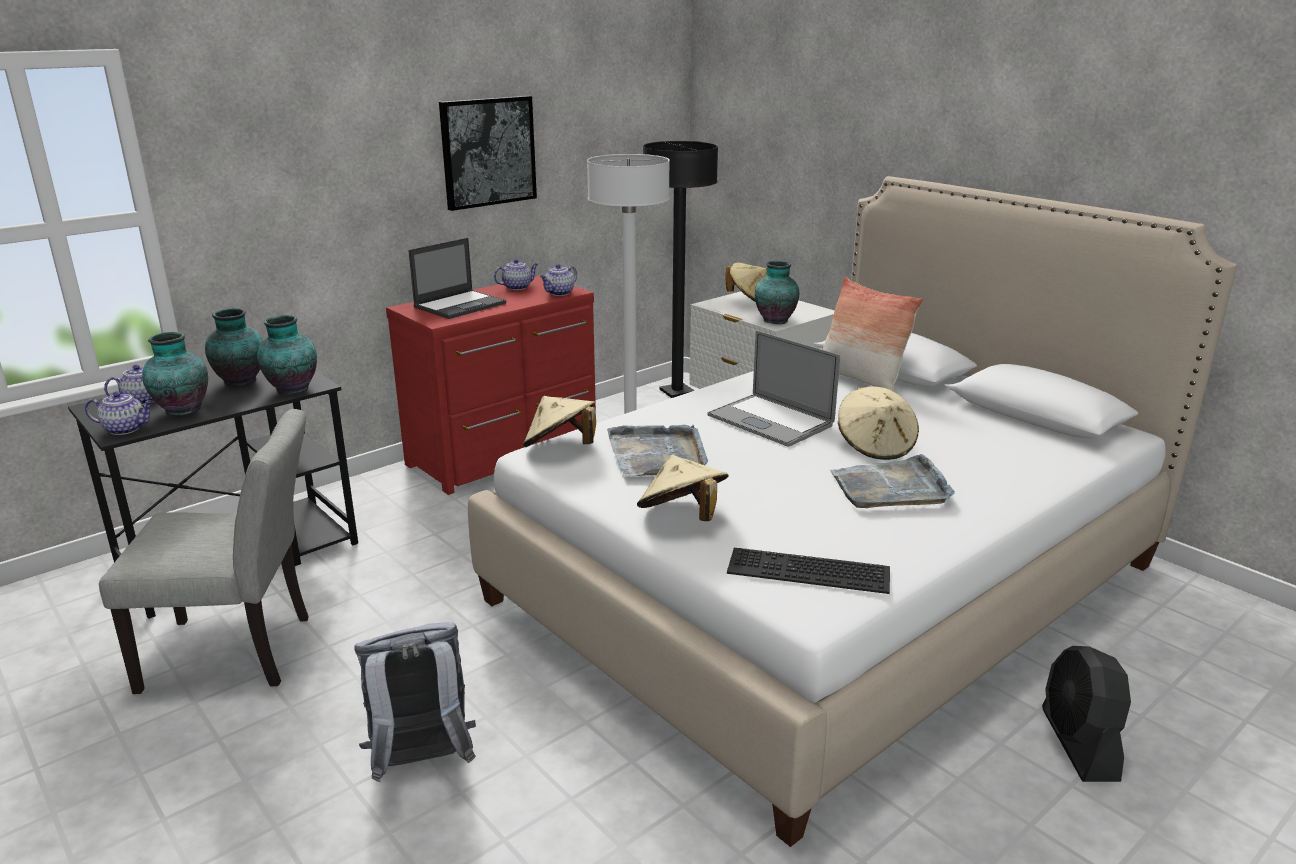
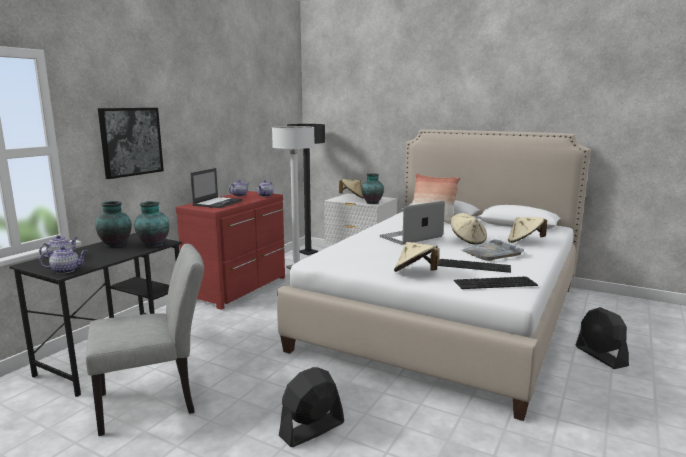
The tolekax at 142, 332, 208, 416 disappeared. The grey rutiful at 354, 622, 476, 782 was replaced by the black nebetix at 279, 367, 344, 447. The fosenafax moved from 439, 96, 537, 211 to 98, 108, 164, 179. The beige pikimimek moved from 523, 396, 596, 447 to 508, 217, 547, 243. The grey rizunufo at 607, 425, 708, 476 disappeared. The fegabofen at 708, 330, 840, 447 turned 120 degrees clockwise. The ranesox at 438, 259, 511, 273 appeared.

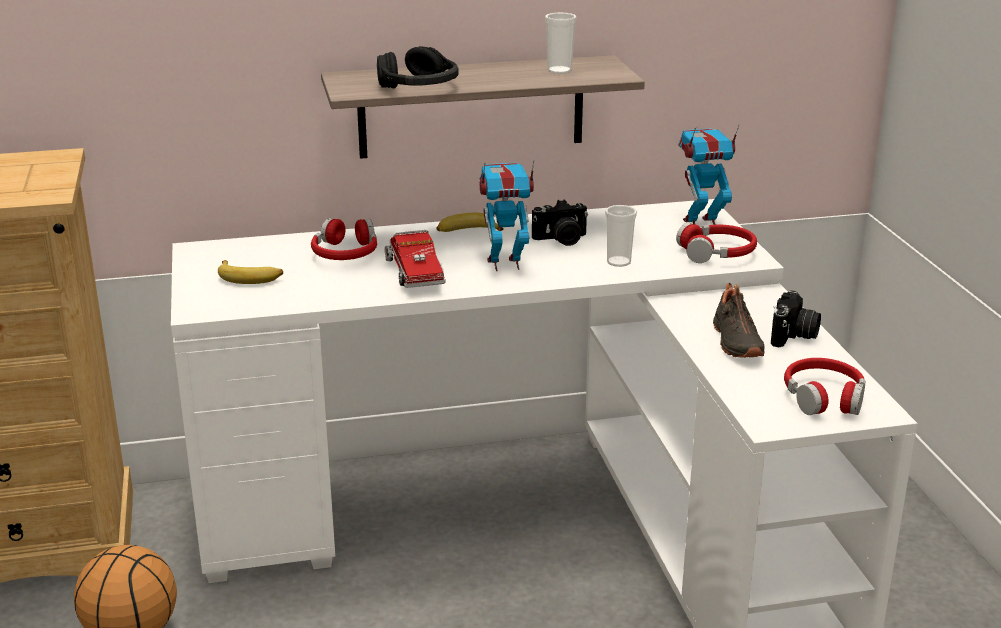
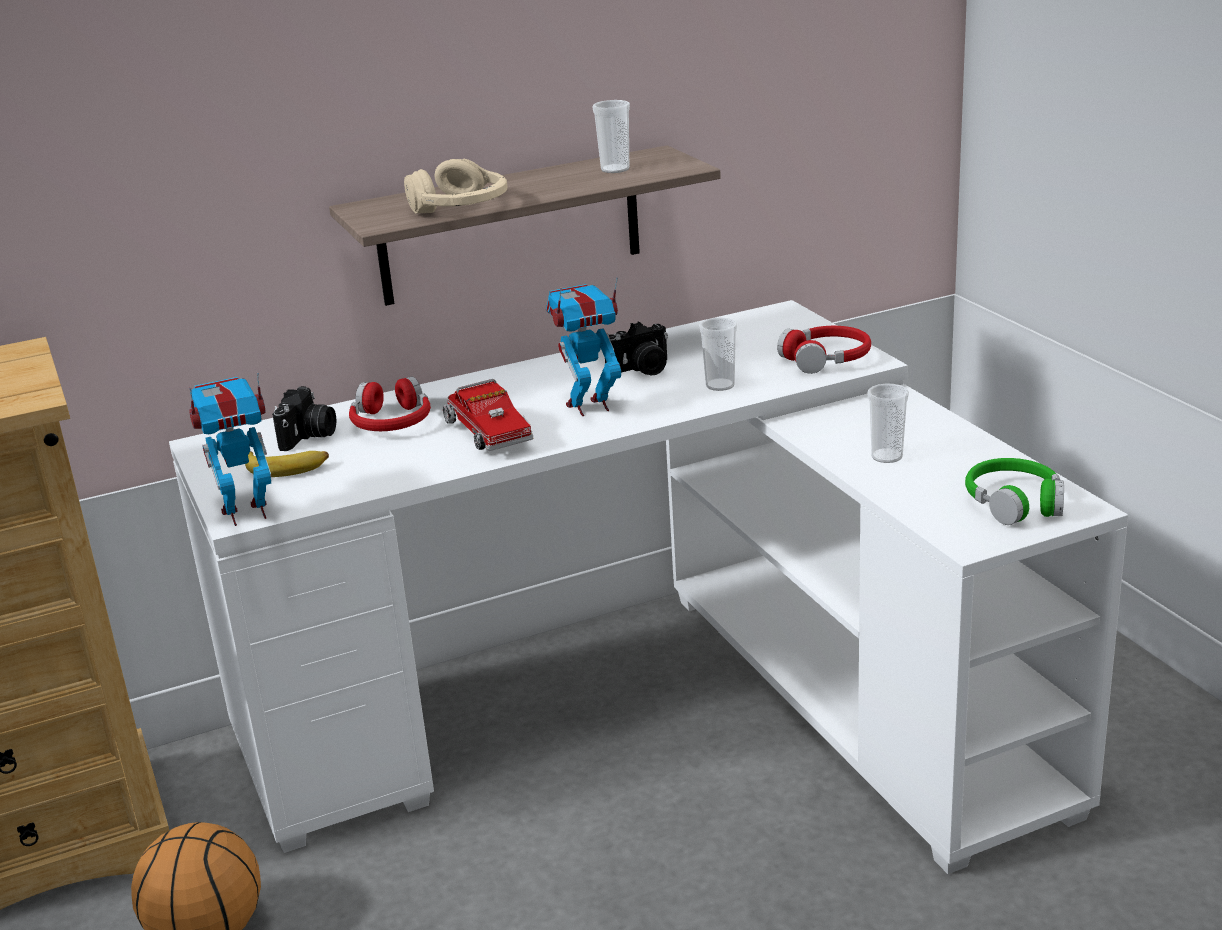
The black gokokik at 377, 46, 459, 88 became the beige gokokik at 404, 159, 507, 214. The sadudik at 436, 213, 504, 232 disappeared. The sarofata moved from 678, 124, 740, 225 to 189, 373, 271, 526. The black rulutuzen at 713, 283, 765, 357 was replaced by the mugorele at 867, 384, 909, 463. The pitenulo moved from 771, 290, 821, 347 to 272, 386, 336, 451. The red gokokik at 784, 358, 865, 415 became the green gokokik at 965, 458, 1064, 525.

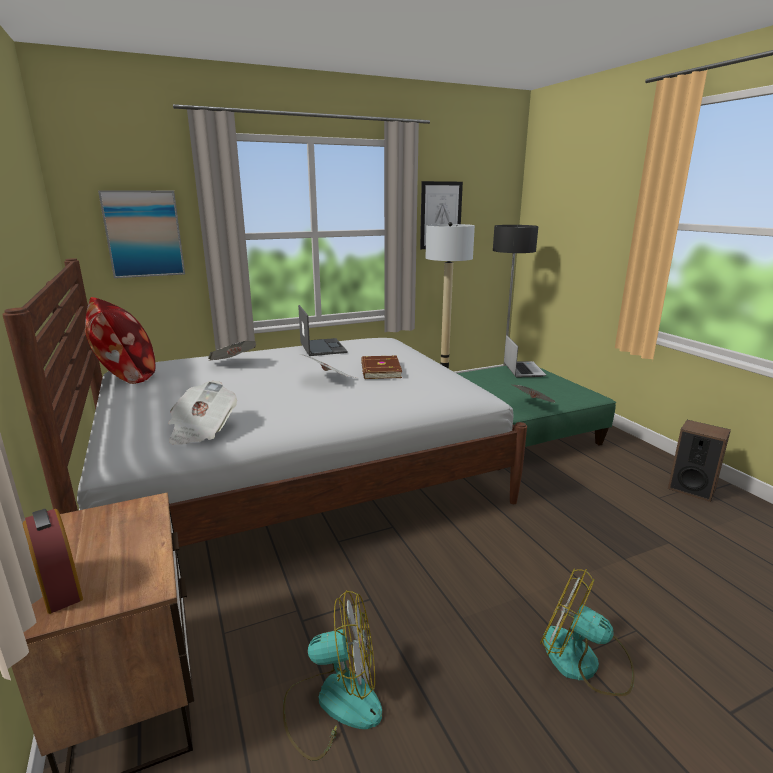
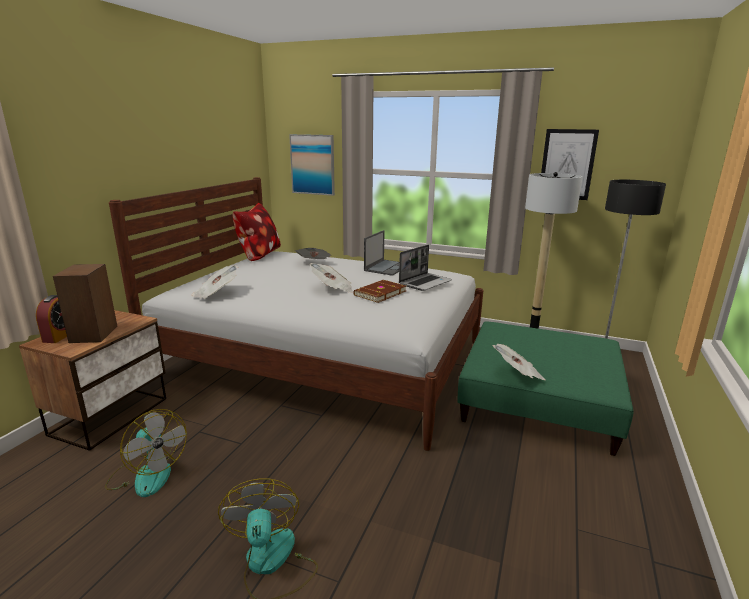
The fegabofen moved from 504, 335, 546, 377 to 399, 245, 452, 291. The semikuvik moved from 668, 420, 731, 502 to 53, 264, 117, 343.

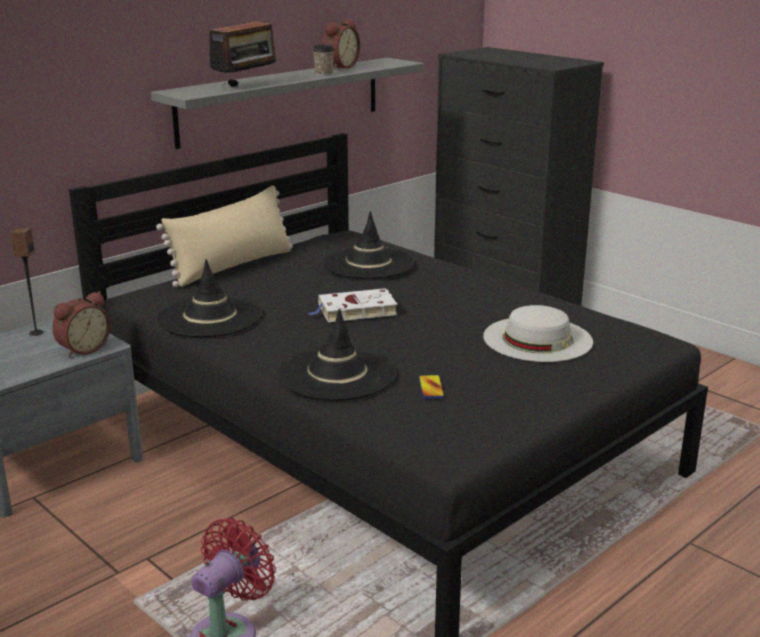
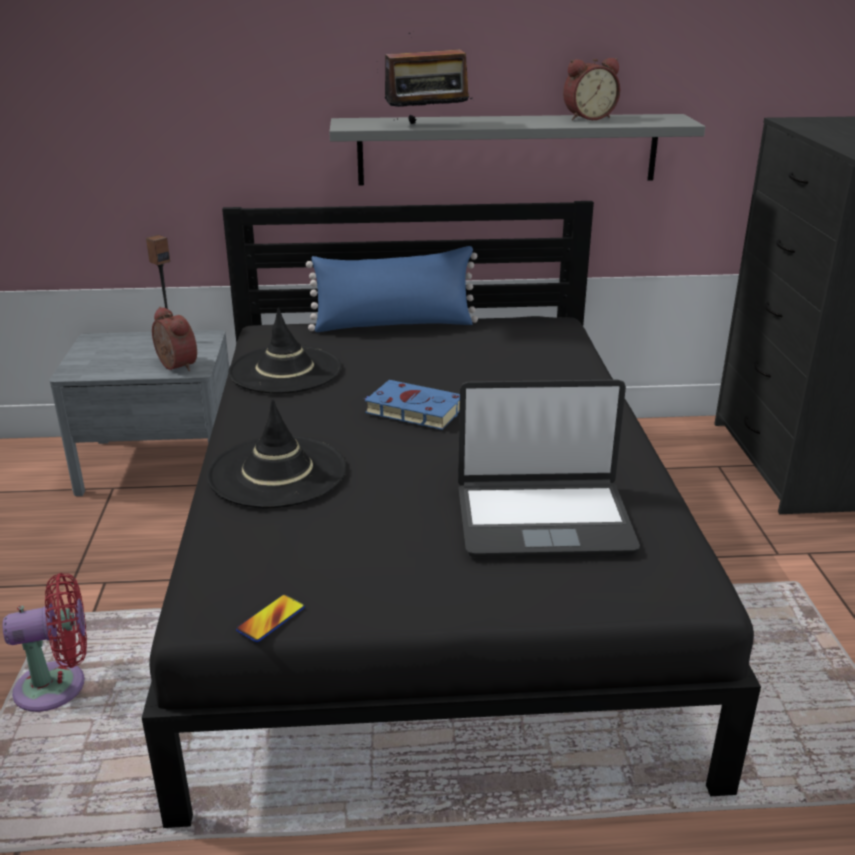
The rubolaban at 52, 291, 111, 358 turned 120 degrees counterclockwise. The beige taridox at 156, 186, 293, 287 became the blue taridox at 306, 246, 478, 332. The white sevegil at 309, 288, 398, 322 became the blue sevegil at 365, 380, 460, 430. The mugorele at 313, 44, 335, 76 disappeared. The black pikimimek at 323, 211, 414, 279 disappeared. The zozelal moved from 418, 375, 444, 398 to 236, 594, 305, 642. The white pikimimek at 483, 305, 593, 362 was replaced by the fegabofen at 458, 379, 640, 557.

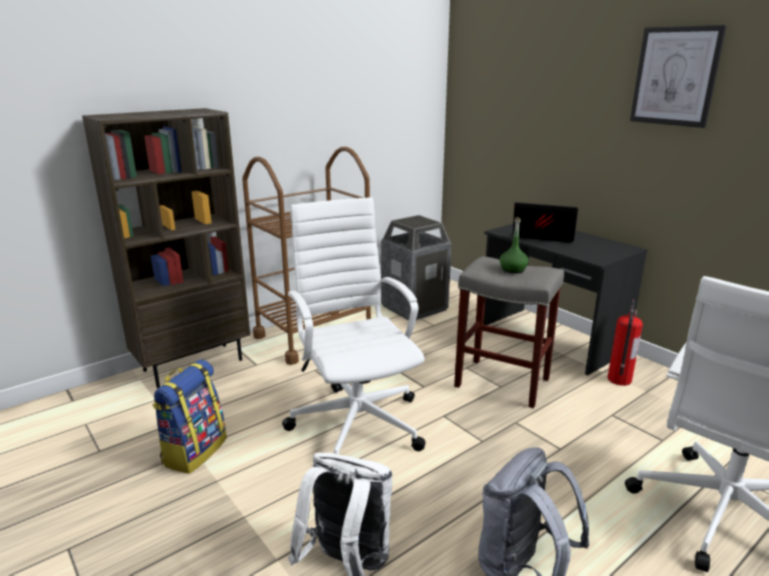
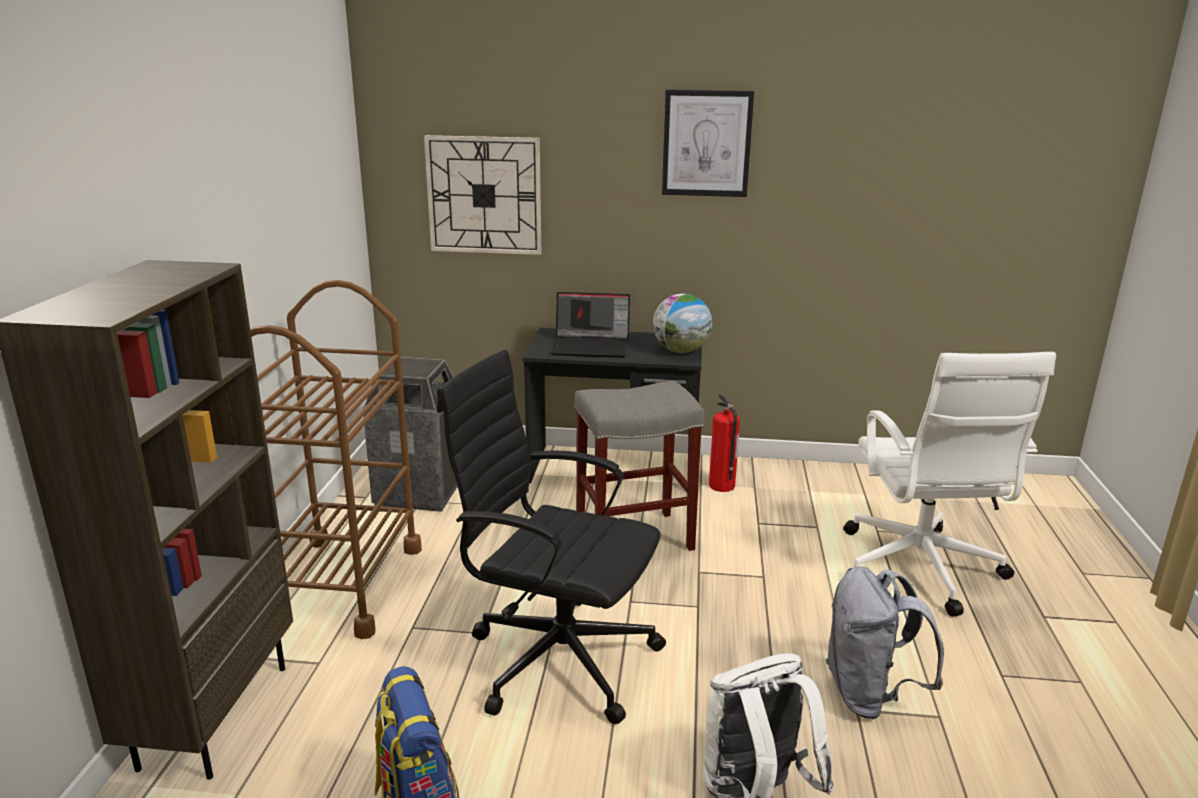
The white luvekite at 282, 197, 425, 455 became the black luvekite at 437, 349, 666, 724. The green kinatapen at 500, 217, 529, 273 disappeared. The fegabofen at 513, 202, 578, 242 turned 150 degrees counterclockwise. The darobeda at 424, 135, 541, 255 appeared. The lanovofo at 653, 294, 712, 353 appeared.

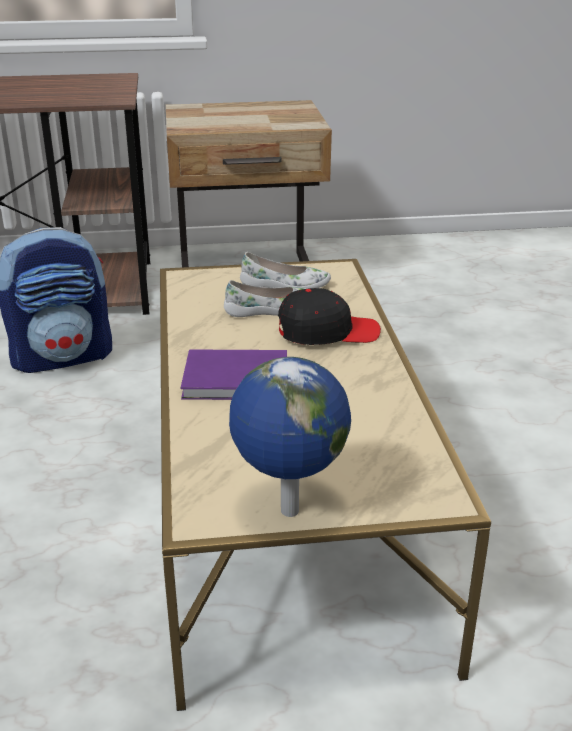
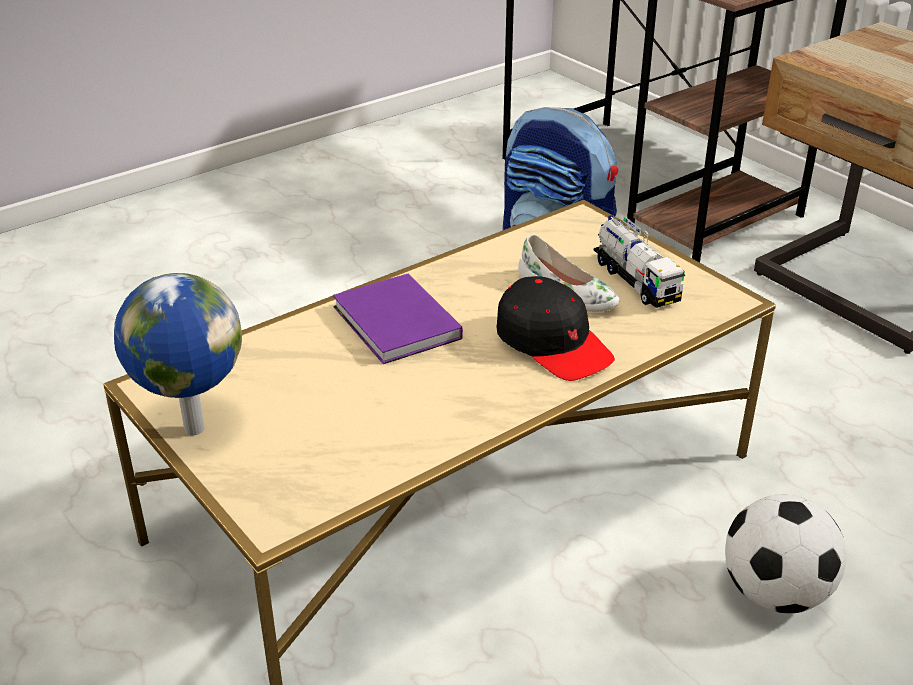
The white rulutuzen at 240, 252, 331, 289 was replaced by the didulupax at 594, 215, 685, 308. The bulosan at 725, 495, 846, 613 appeared.

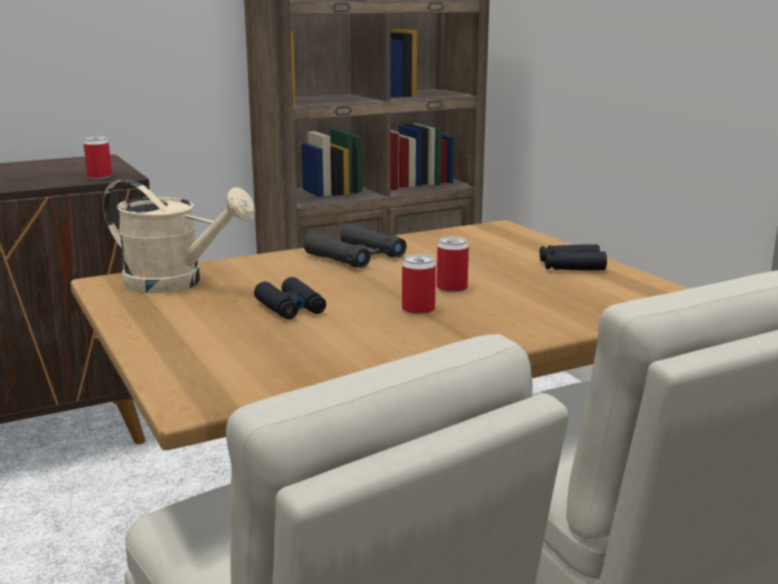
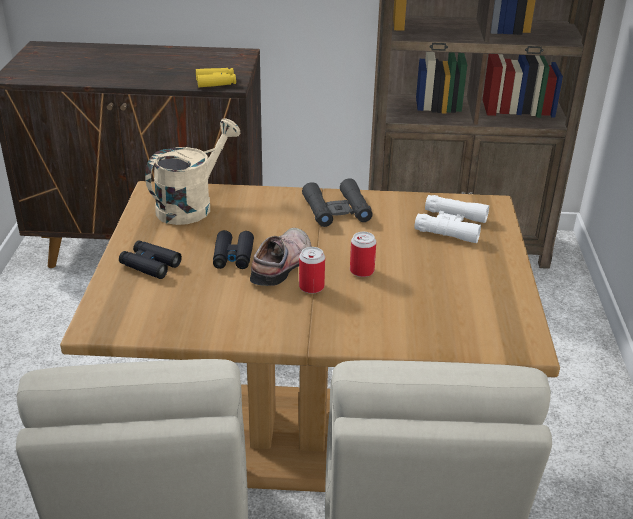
The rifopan at 83, 136, 112, 179 was replaced by the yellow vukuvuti at 196, 68, 236, 87. The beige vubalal at 103, 179, 255, 293 turned 105 degrees counterclockwise. The black vukuvuti moved from 539, 244, 607, 270 to 119, 240, 182, 279. The rulutuzen at 250, 228, 312, 286 appeared. The white vukuvuti at 414, 195, 489, 243 appeared.

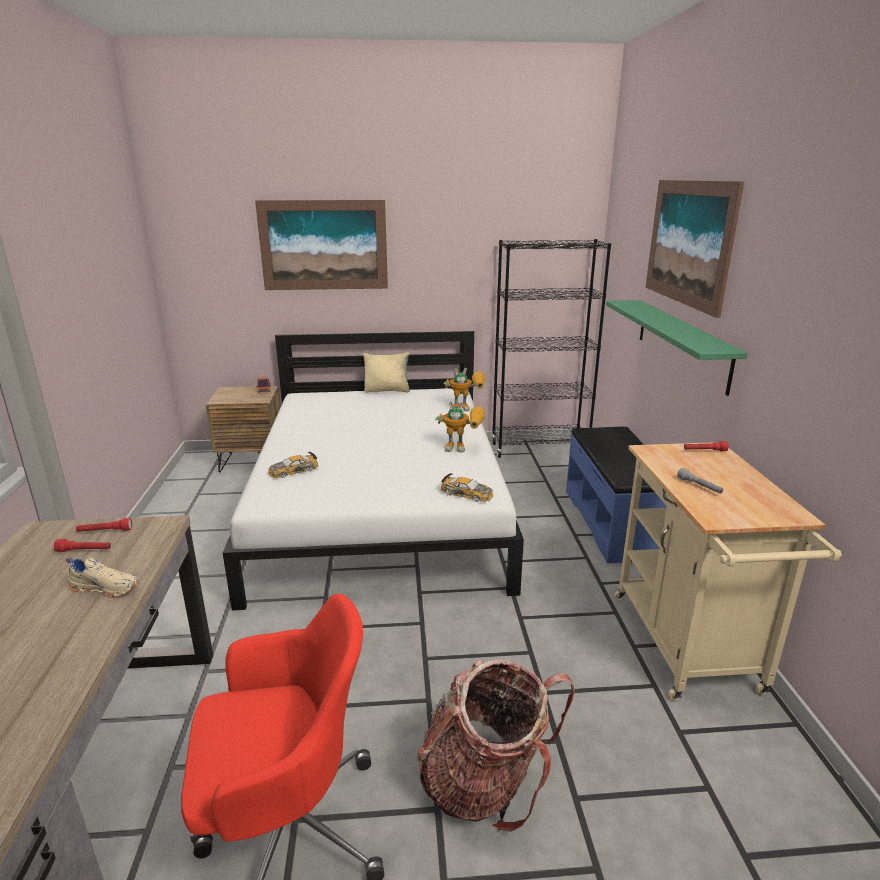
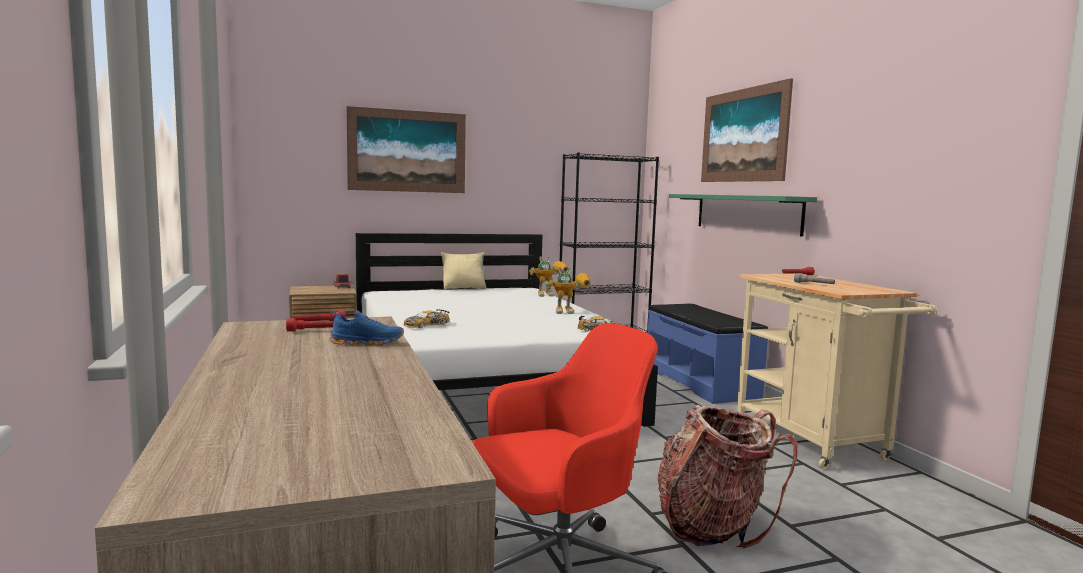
The beige rulutuzen at 66, 557, 138, 597 became the blue rulutuzen at 329, 310, 404, 345.

